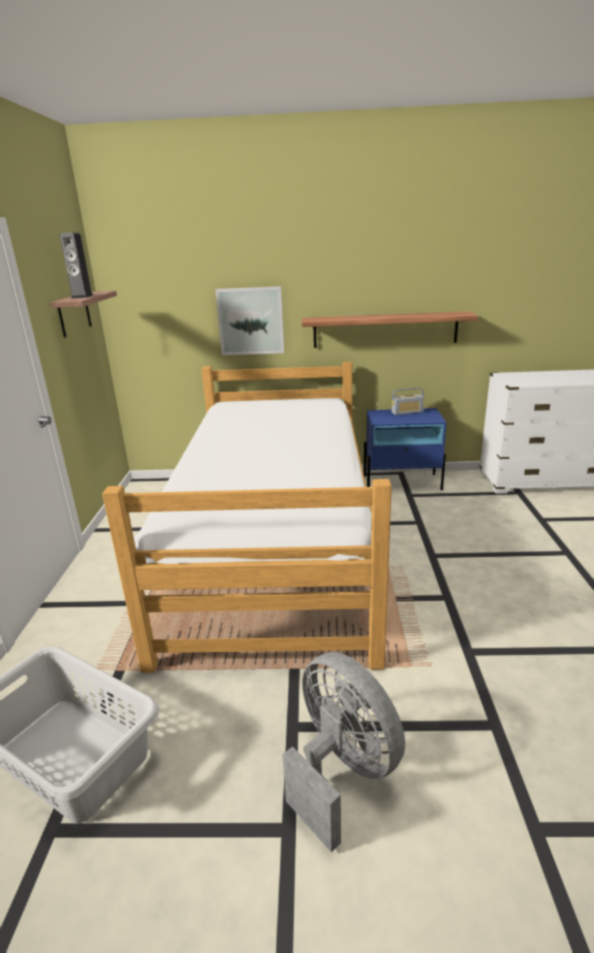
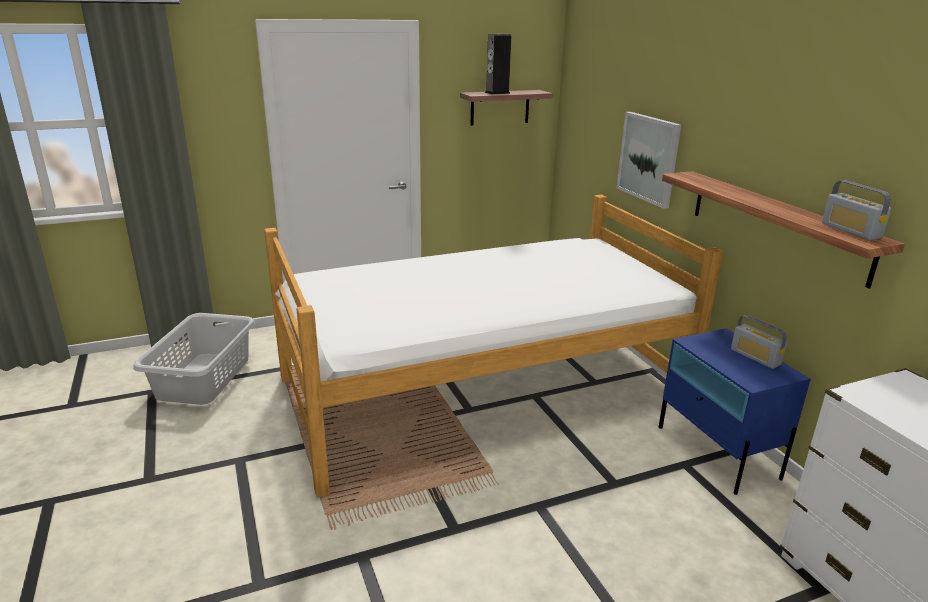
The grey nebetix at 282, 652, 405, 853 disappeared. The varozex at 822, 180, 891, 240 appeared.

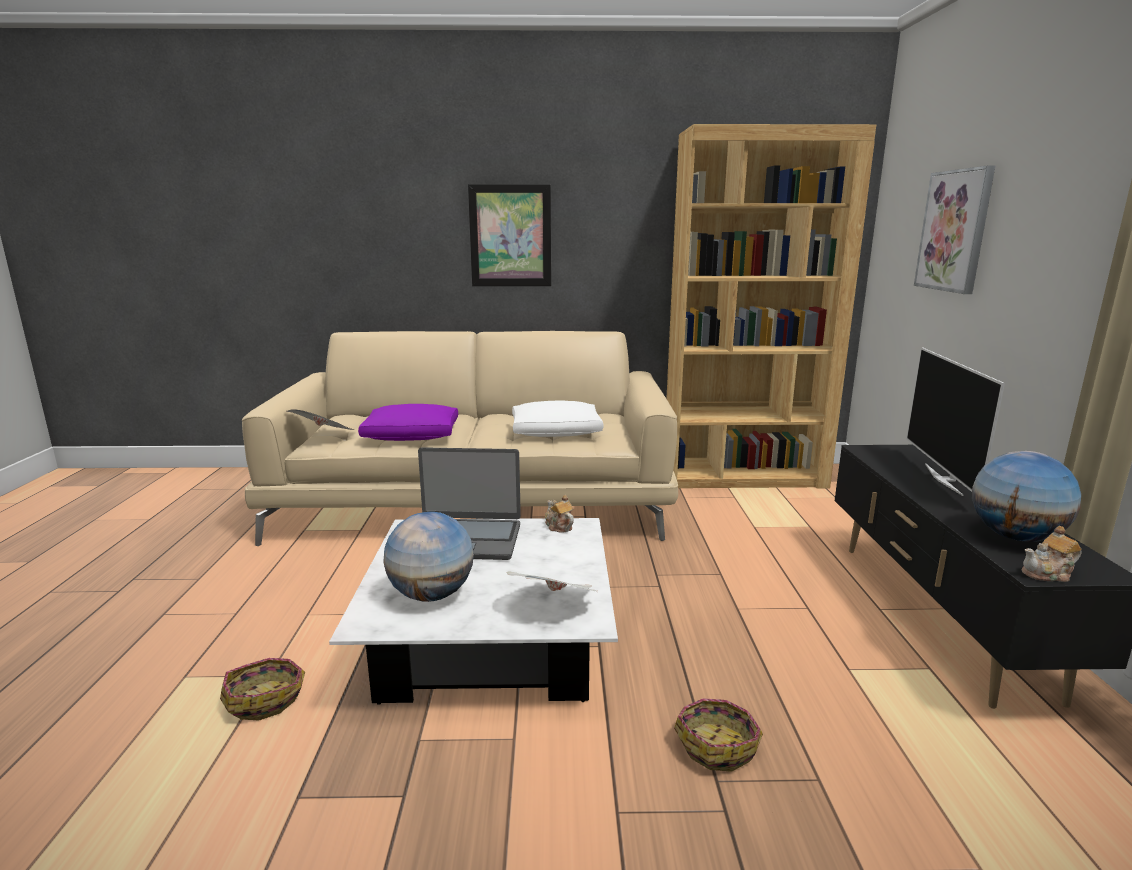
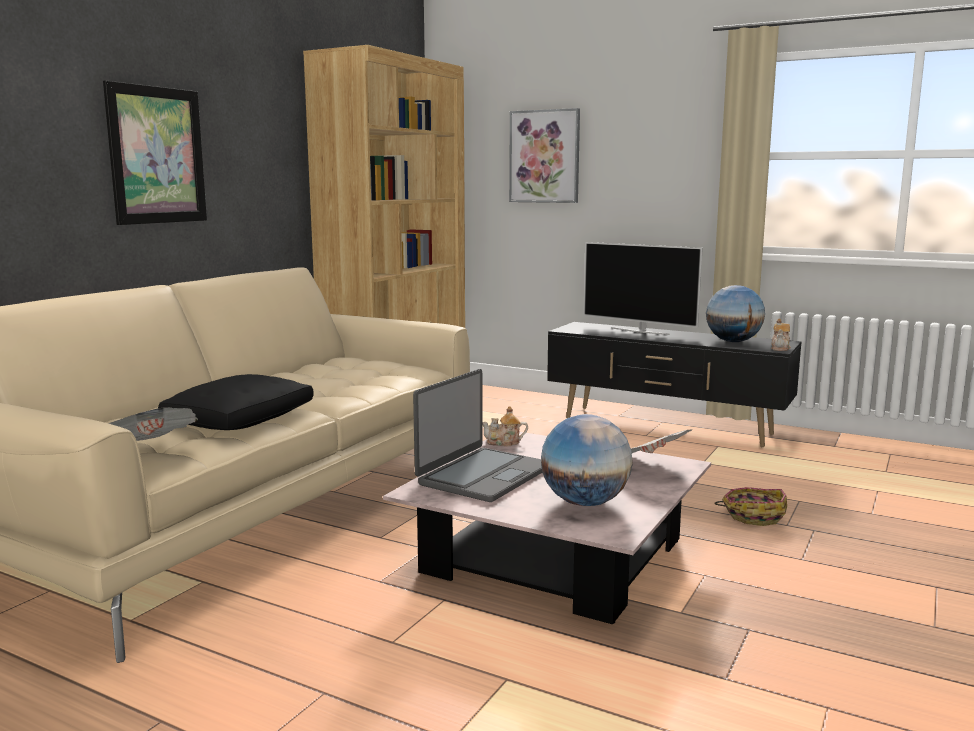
The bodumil at 220, 658, 305, 721 disappeared. The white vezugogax at 329, 518, 618, 705 became the pink vezugogax at 383, 432, 711, 624. The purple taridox at 358, 404, 458, 441 became the black taridox at 158, 374, 314, 430. The white taridox at 512, 401, 603, 437 disappeared.

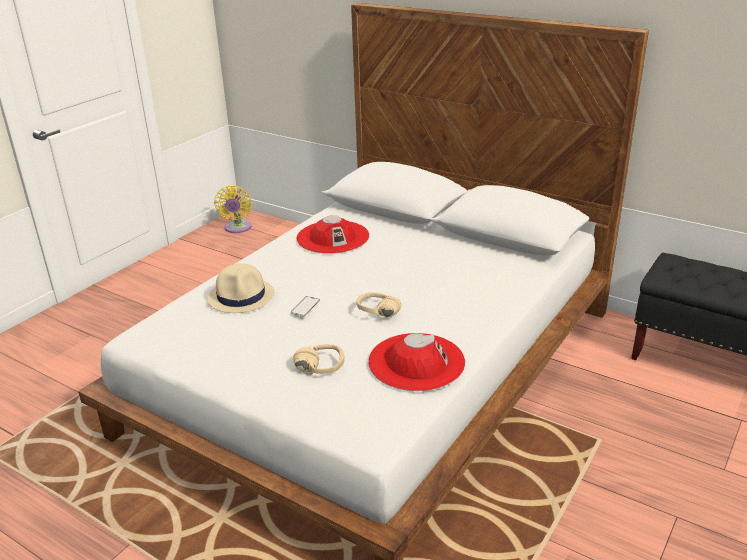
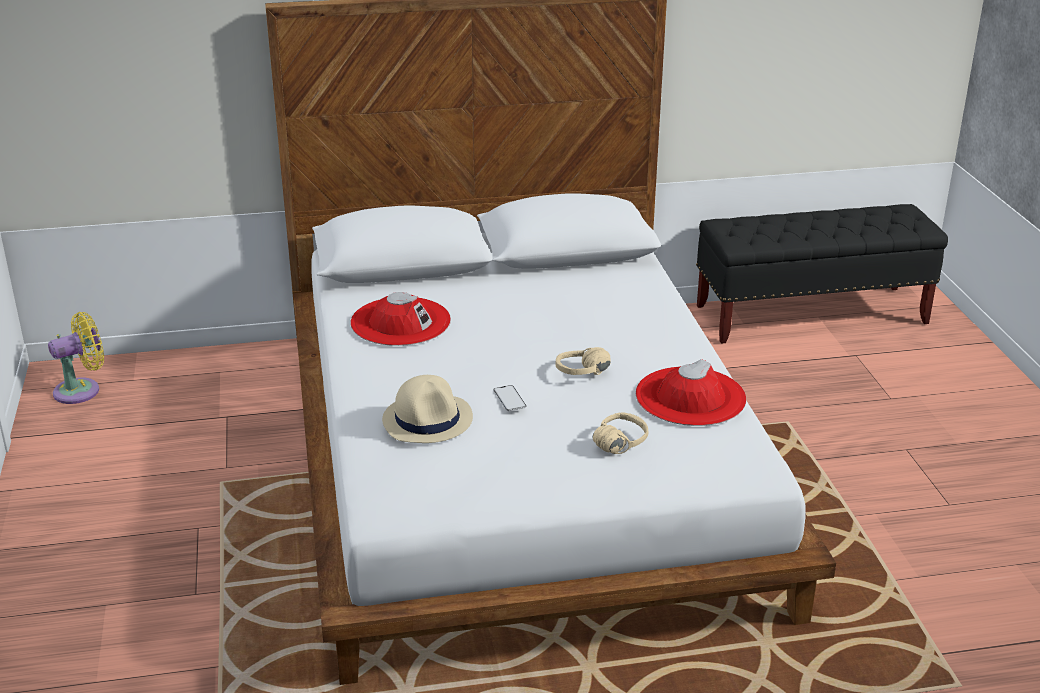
The yellow nebetix at 214, 185, 252, 233 turned 75 degrees counterclockwise.

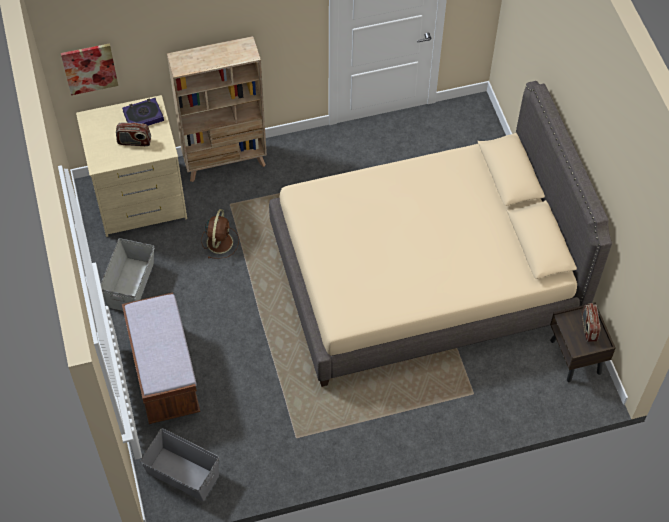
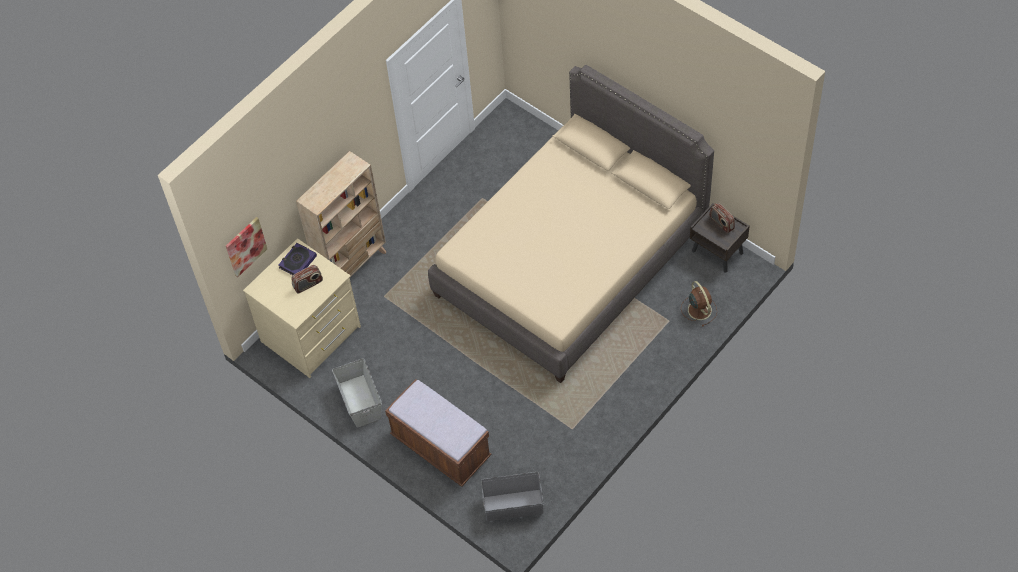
The brown nebetix moved from 201, 209, 239, 259 to 681, 281, 717, 326.

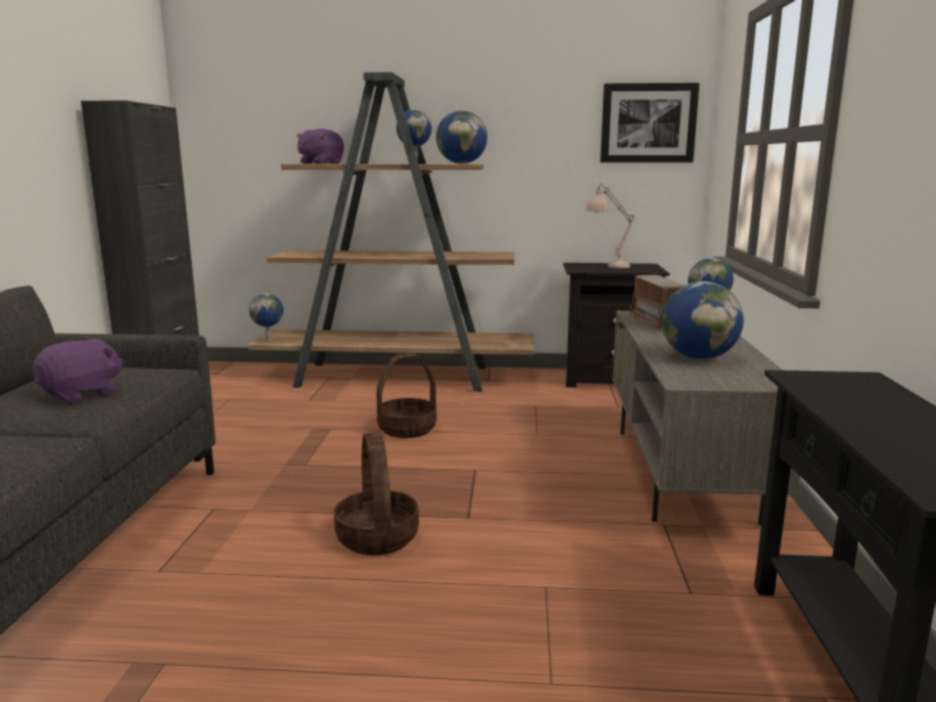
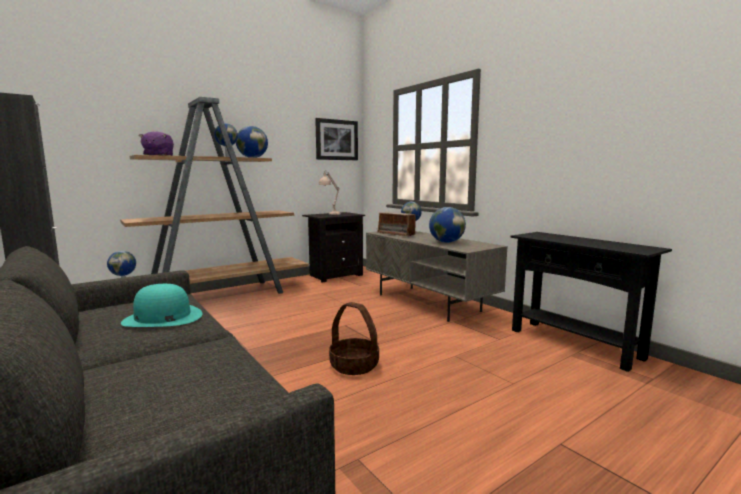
The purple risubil at 32, 339, 123, 404 was replaced by the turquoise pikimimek at 121, 284, 203, 327. The bodumil at 376, 353, 437, 438 disappeared.

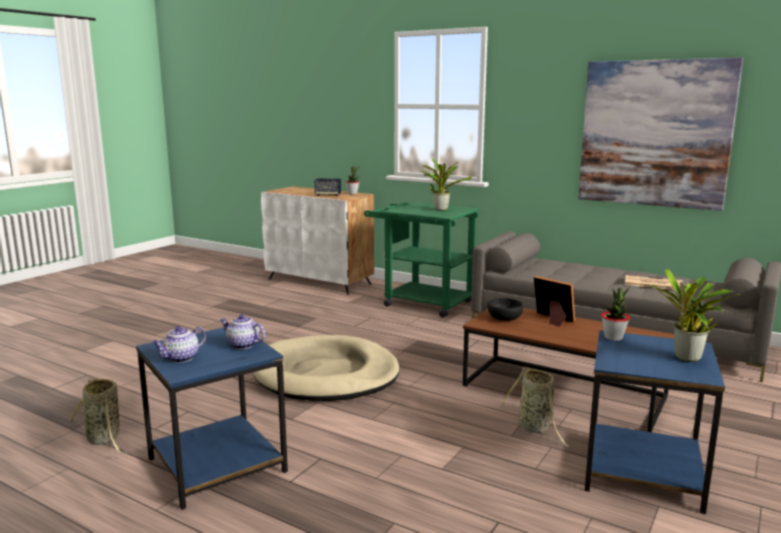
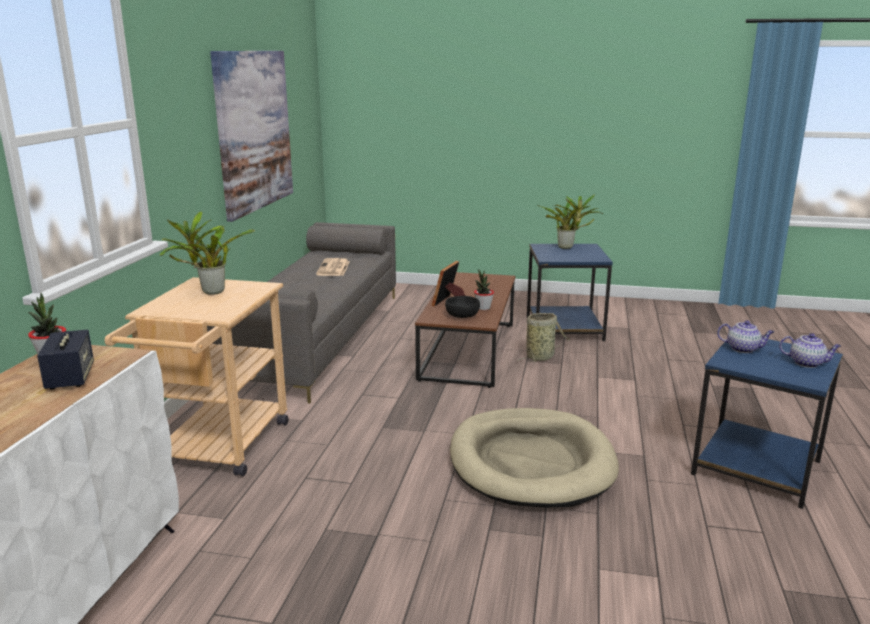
The bodumil at 68, 378, 127, 454 disappeared. The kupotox at 220, 315, 265, 349 turned 75 degrees counterclockwise. The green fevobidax at 364, 202, 479, 318 became the beige fevobidax at 105, 277, 289, 477. The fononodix moved from 601, 287, 630, 341 to 474, 269, 494, 310.

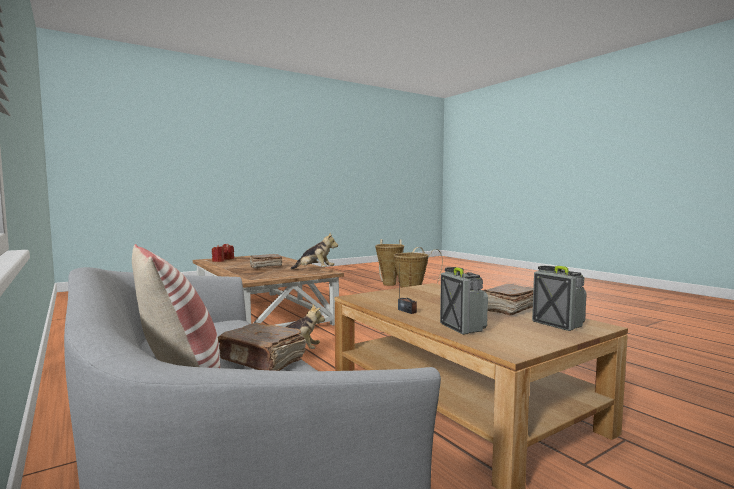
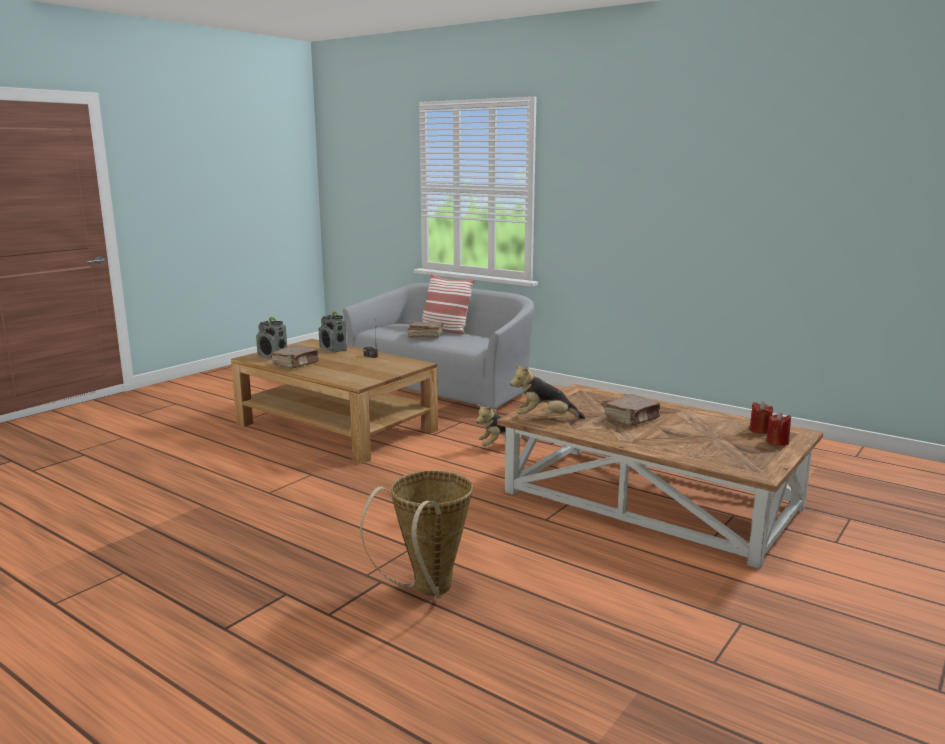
The bodumil at 375, 239, 404, 286 disappeared.

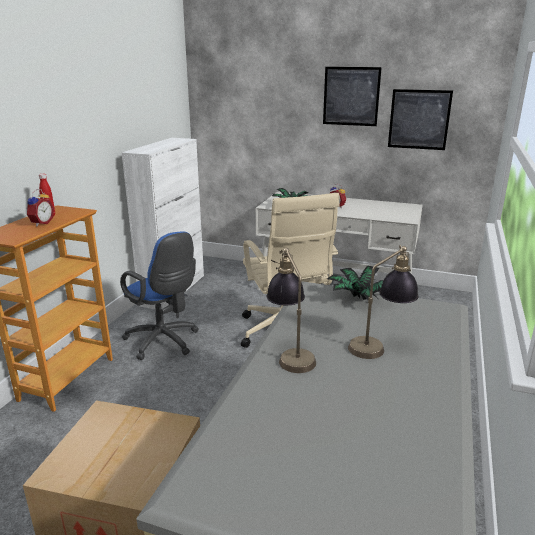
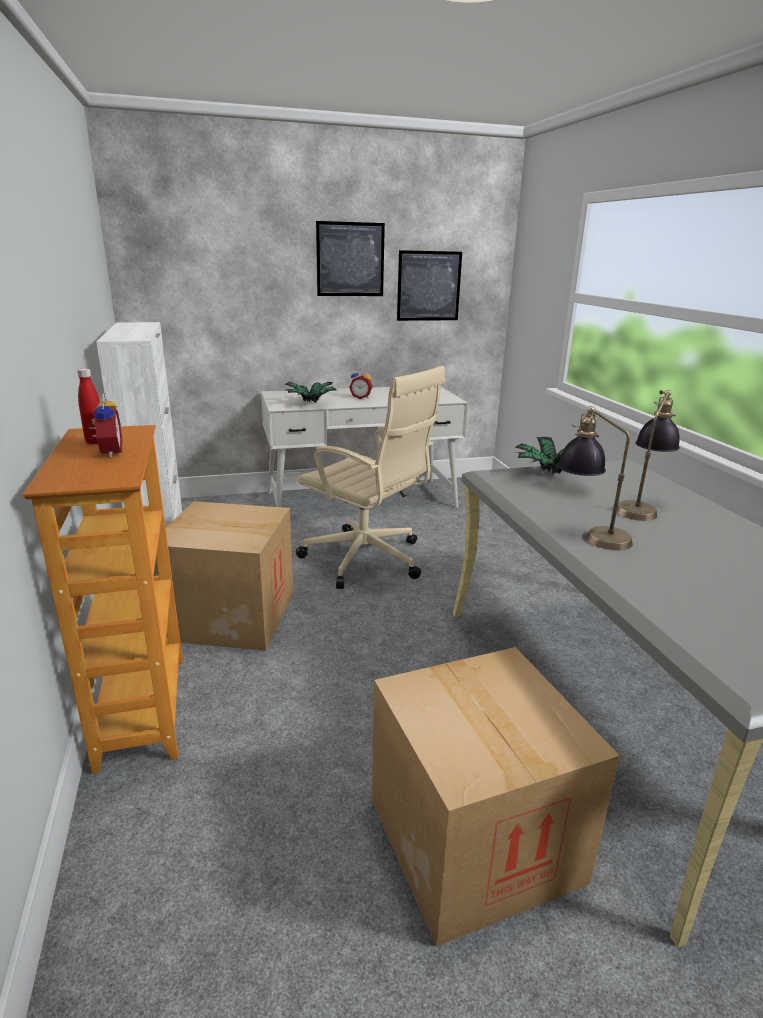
The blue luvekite at 120, 231, 199, 360 was replaced by the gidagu at 153, 501, 293, 651.

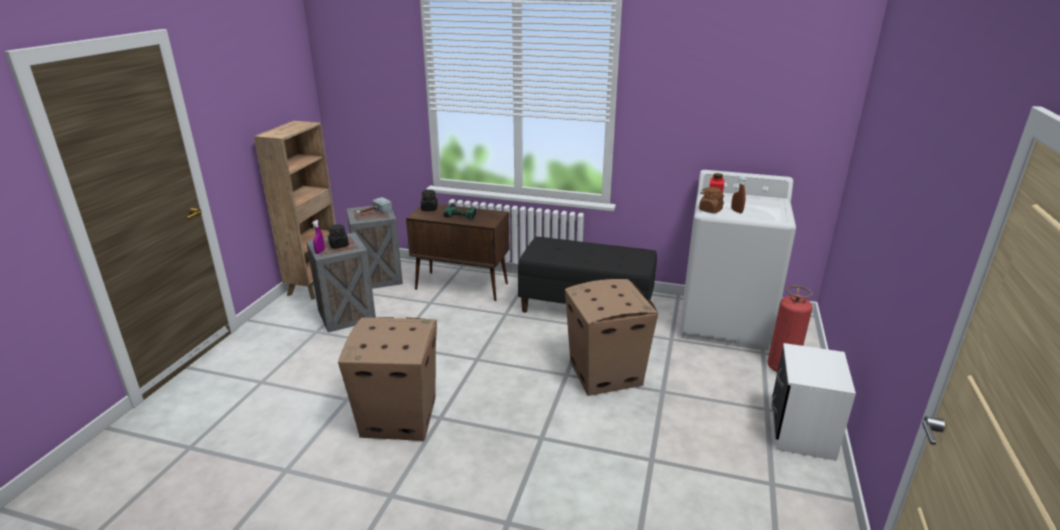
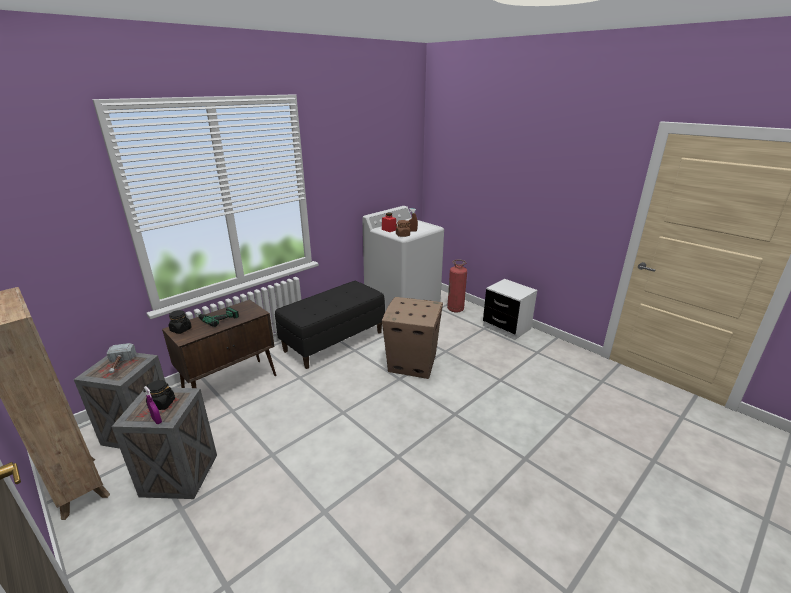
The gidagu at 338, 317, 437, 441 disappeared.

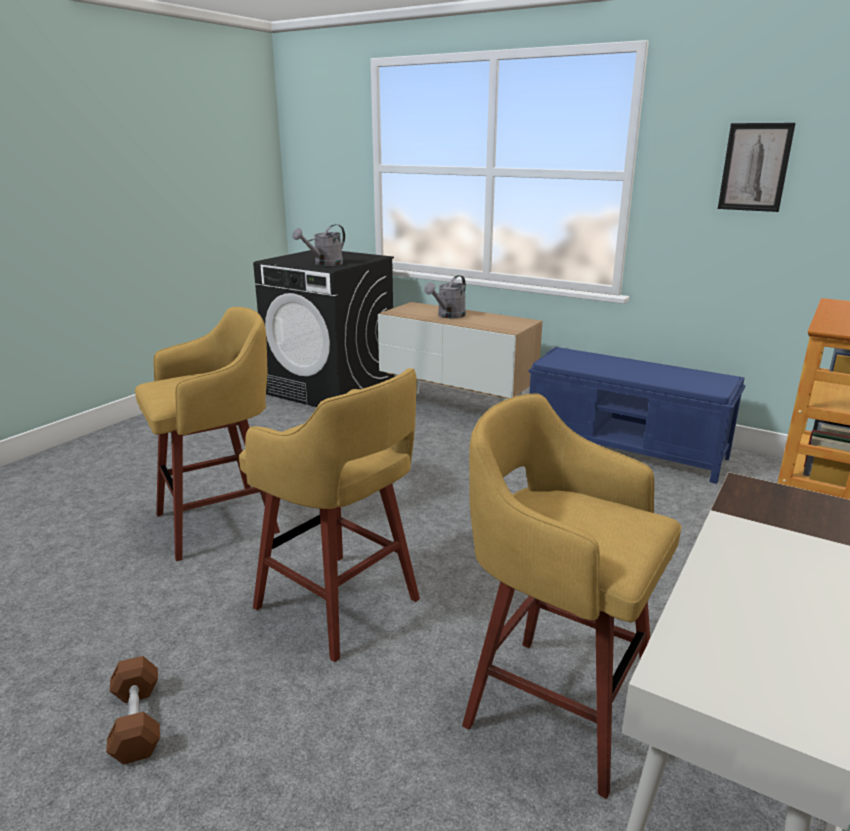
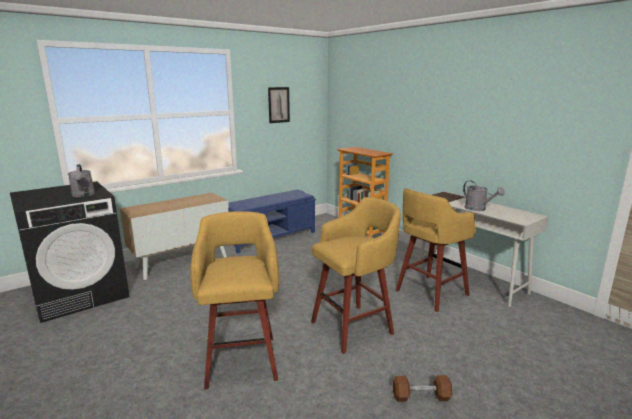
The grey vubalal moved from 424, 275, 466, 318 to 463, 180, 505, 211.

